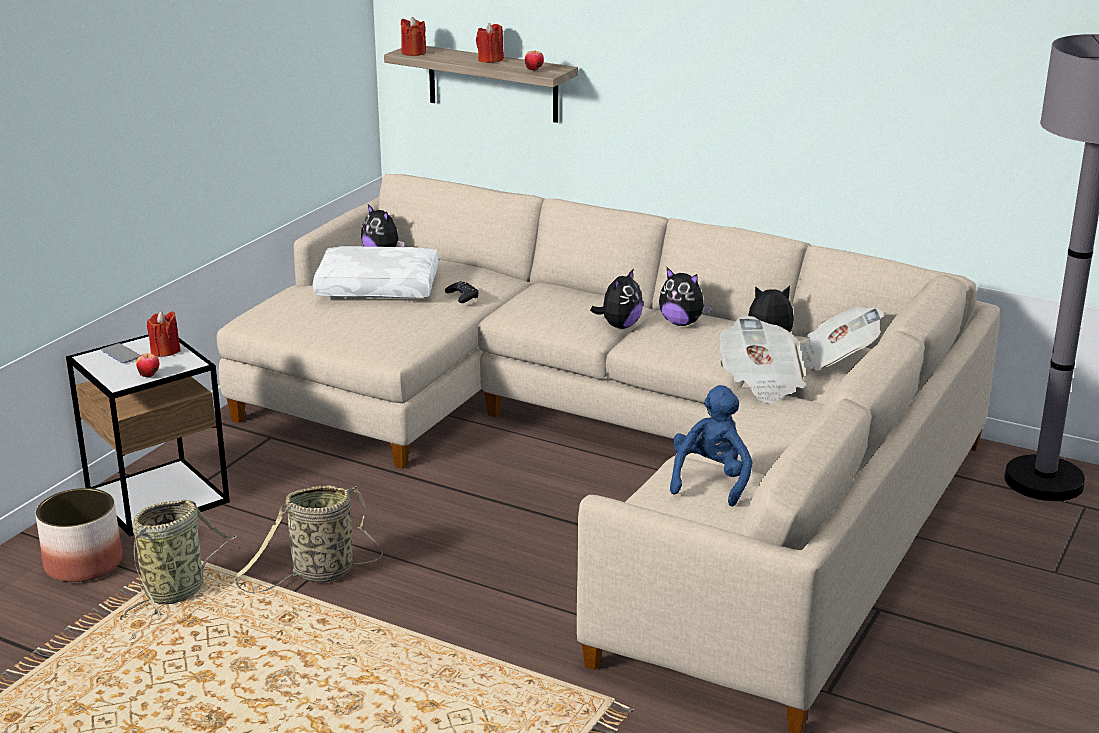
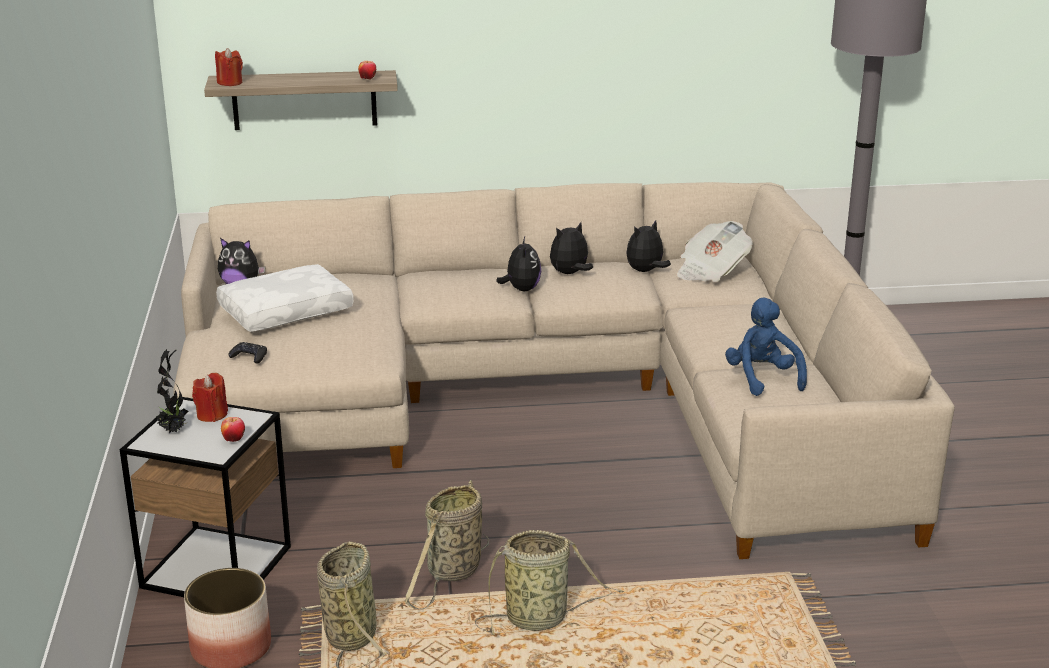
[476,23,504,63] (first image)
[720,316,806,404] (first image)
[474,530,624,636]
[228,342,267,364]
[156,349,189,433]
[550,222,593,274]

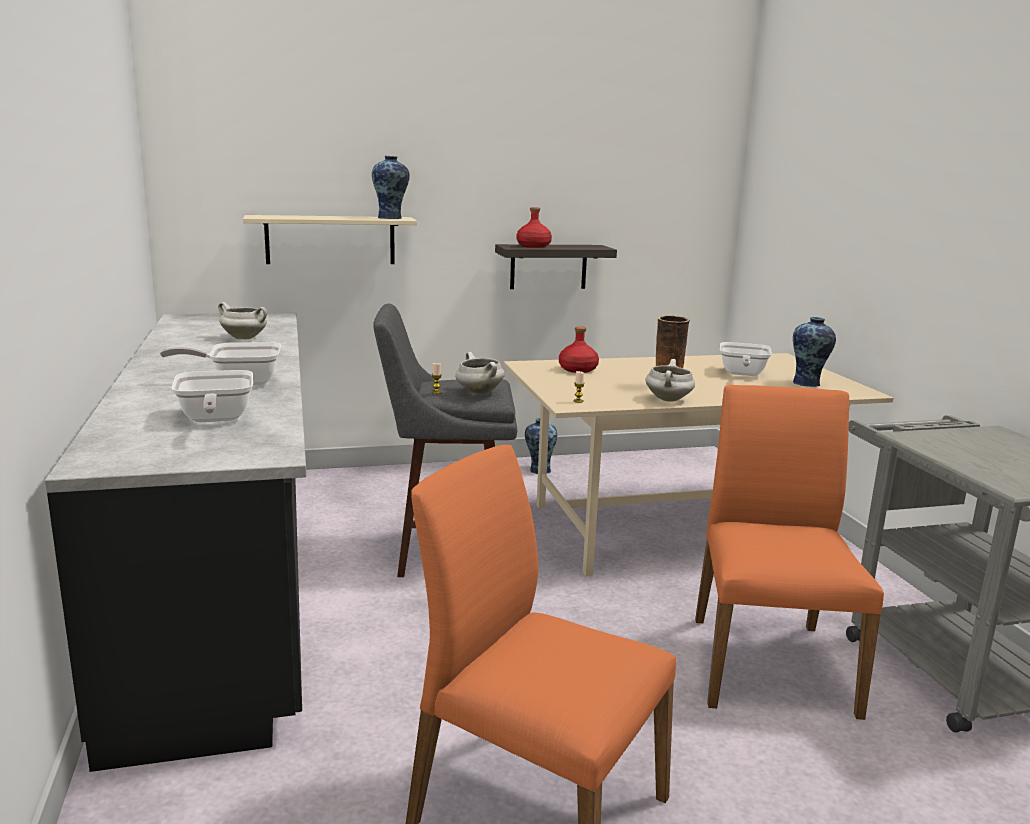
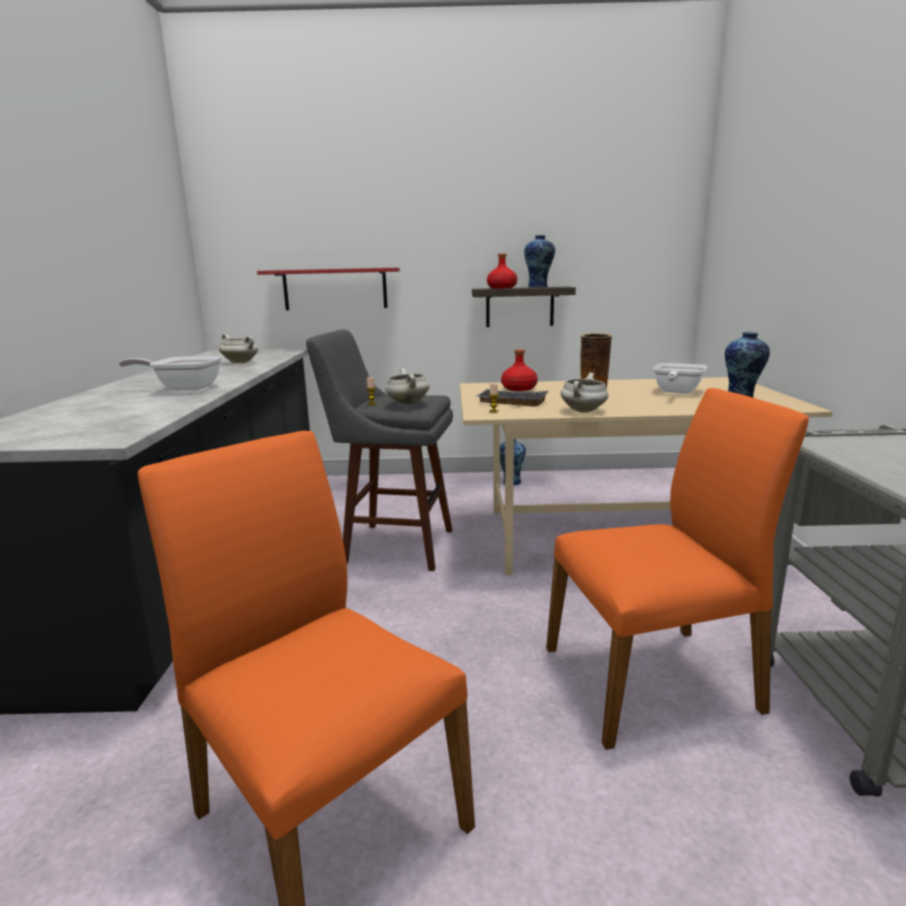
[171,370,253,422] (first image)
[475,389,548,406]
[524,235,555,287]
[257,268,400,310]
[546,388,809,750]

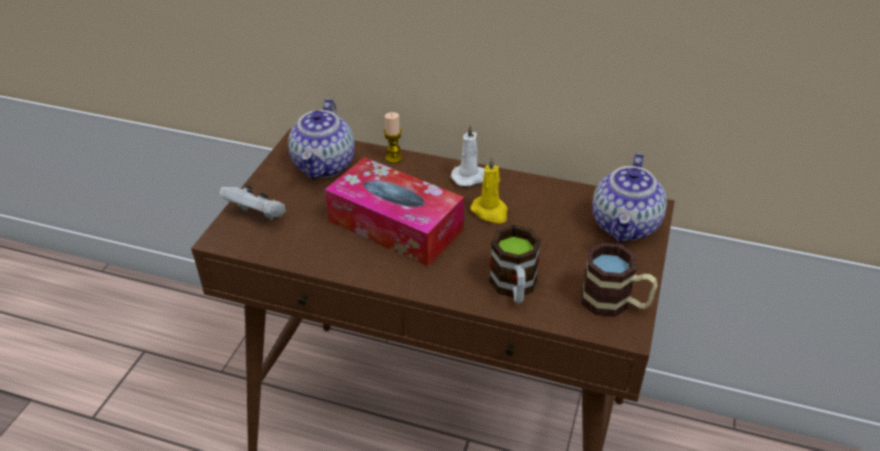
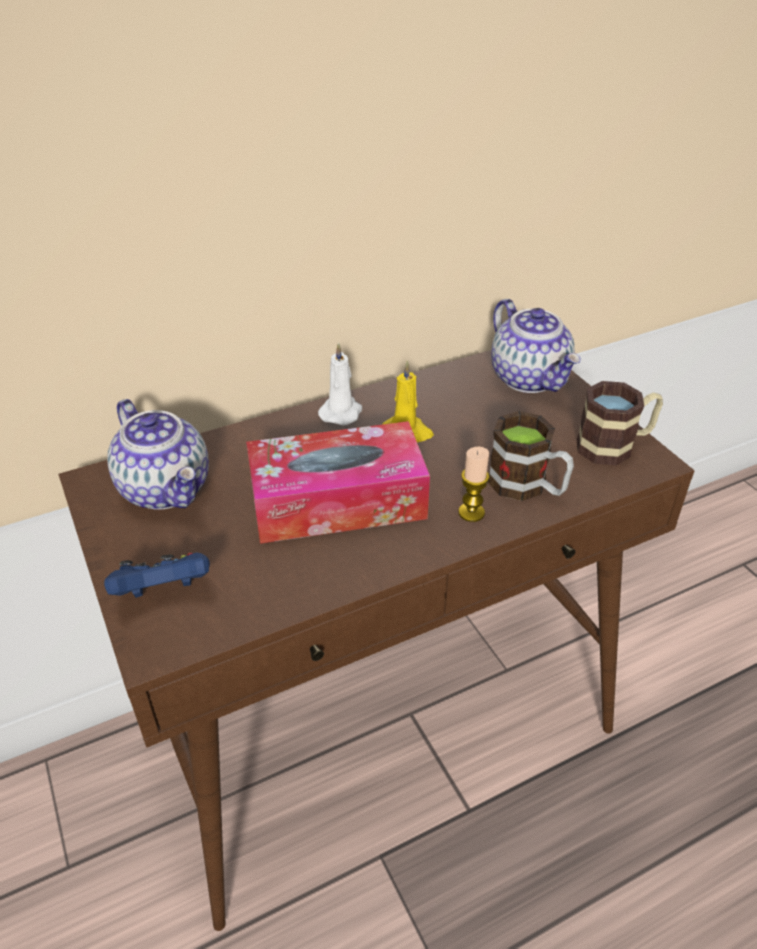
[458,447,489,522]
[104,553,210,598]

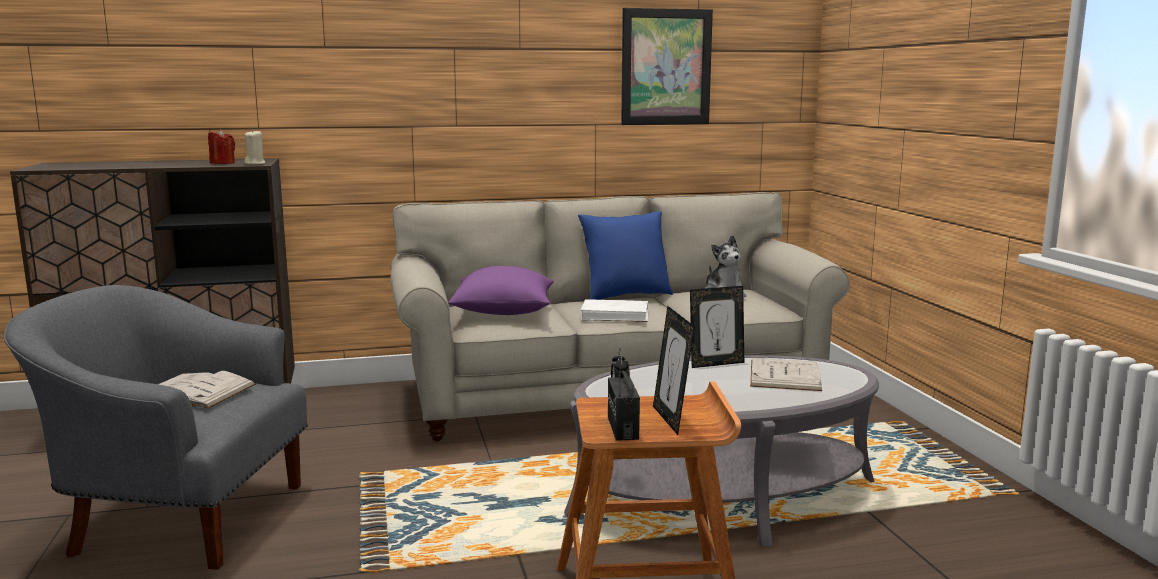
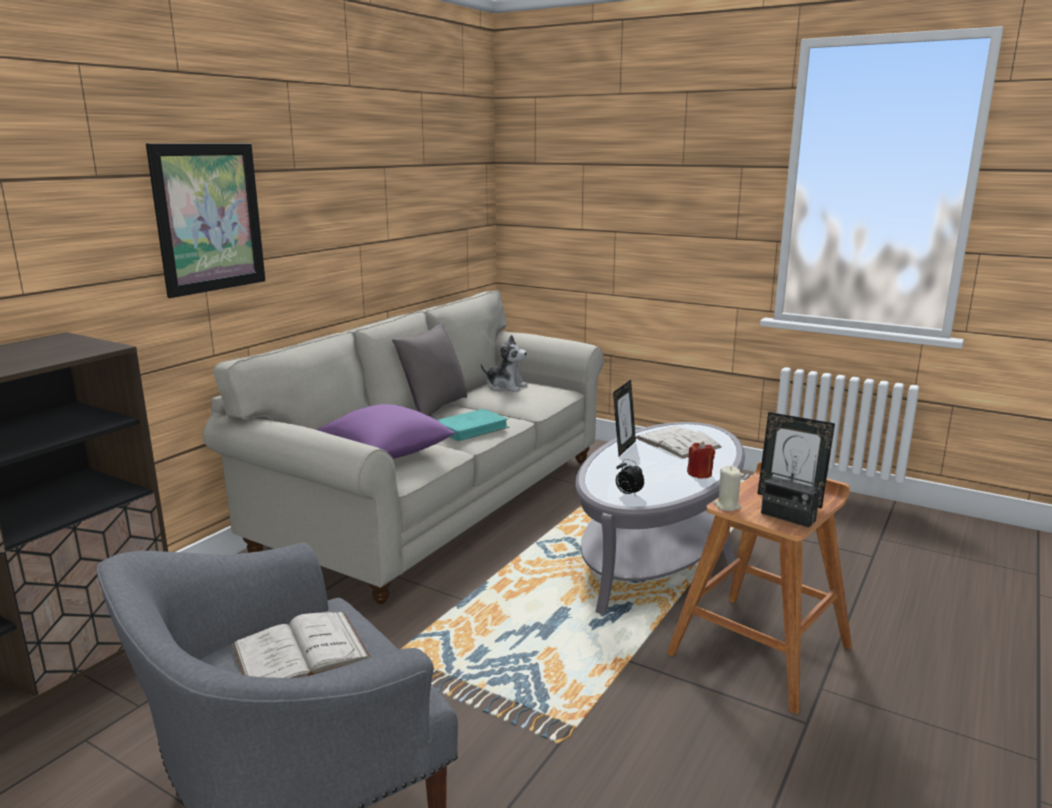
[687,442,715,479]
[714,465,742,511]
[146,143,266,298]
[392,323,467,416]
[437,409,510,441]

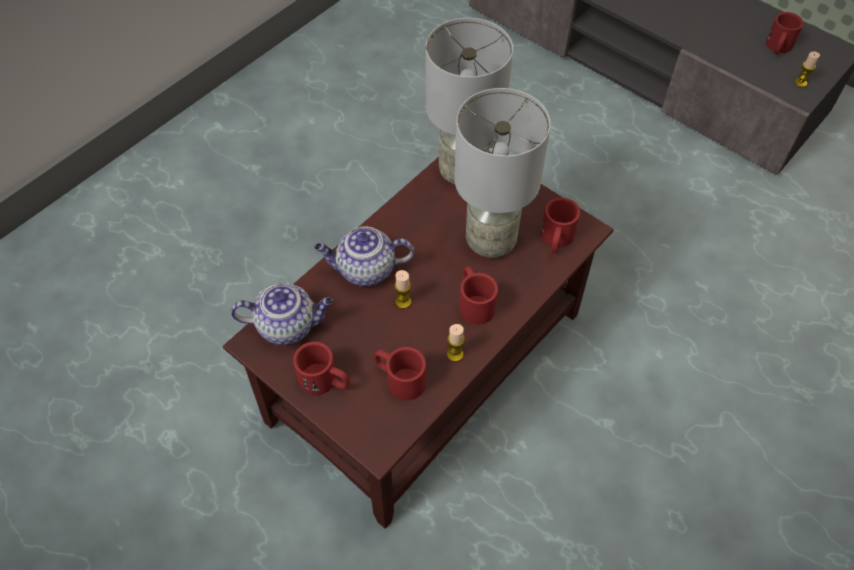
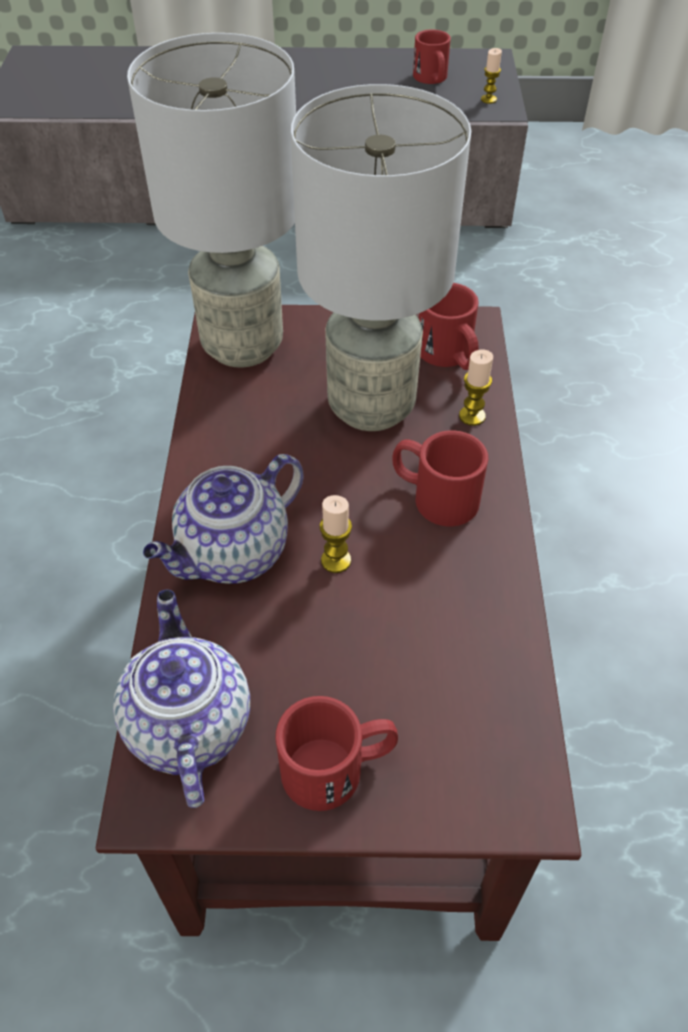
[374,347,426,401] (first image)
[459,350,493,426]
[113,590,250,808]

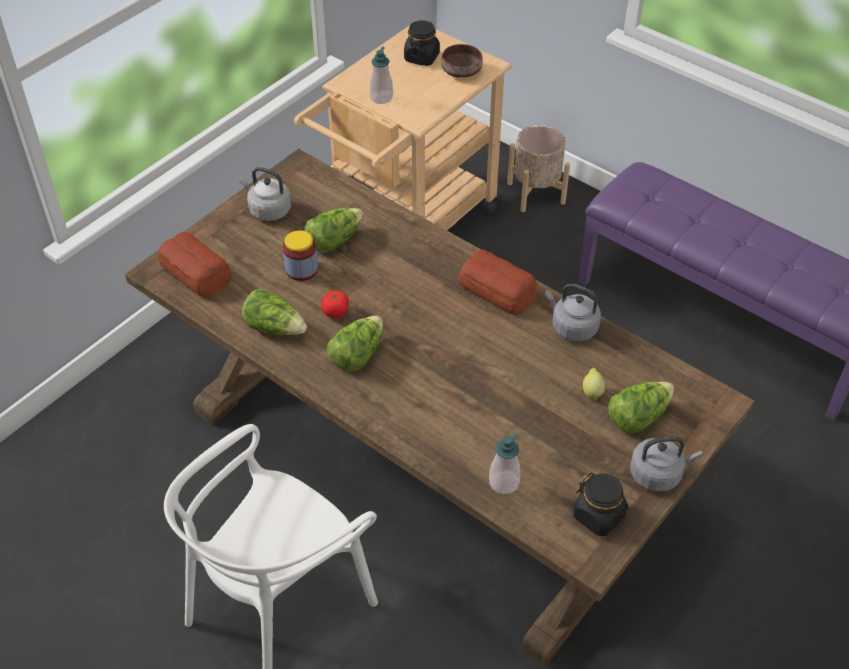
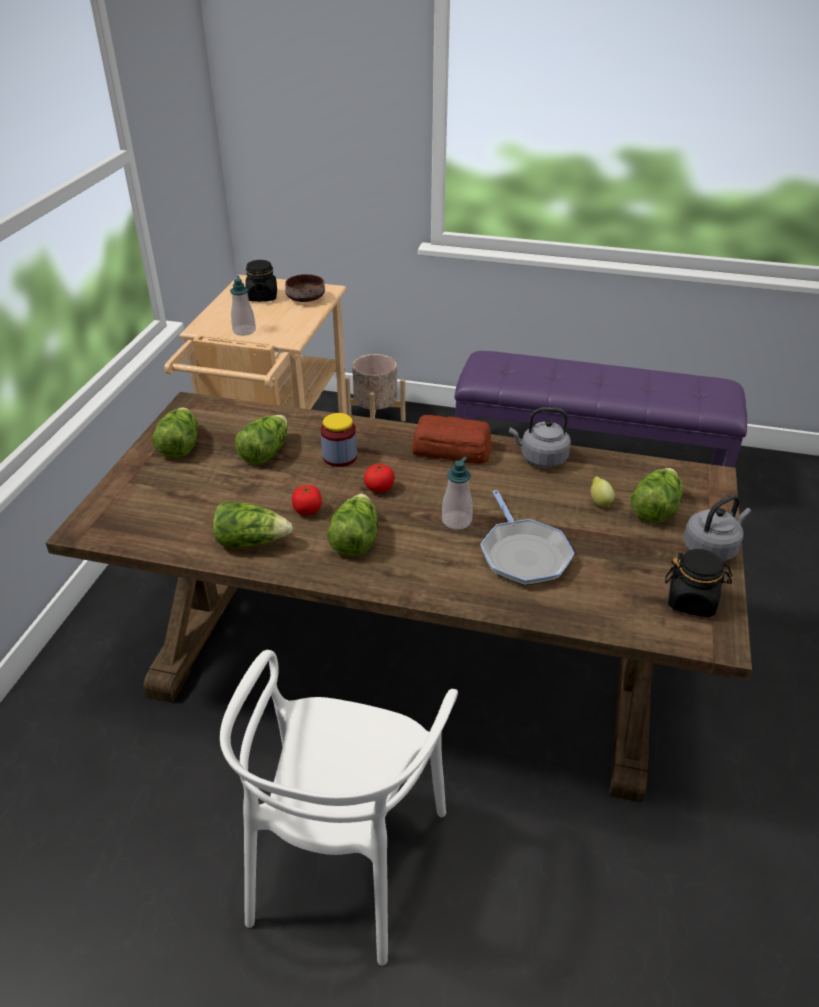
[157,232,232,298] (first image)
[364,464,395,493]
[480,490,575,585]
[321,413,357,467]
[442,457,473,530]
[152,407,198,458]

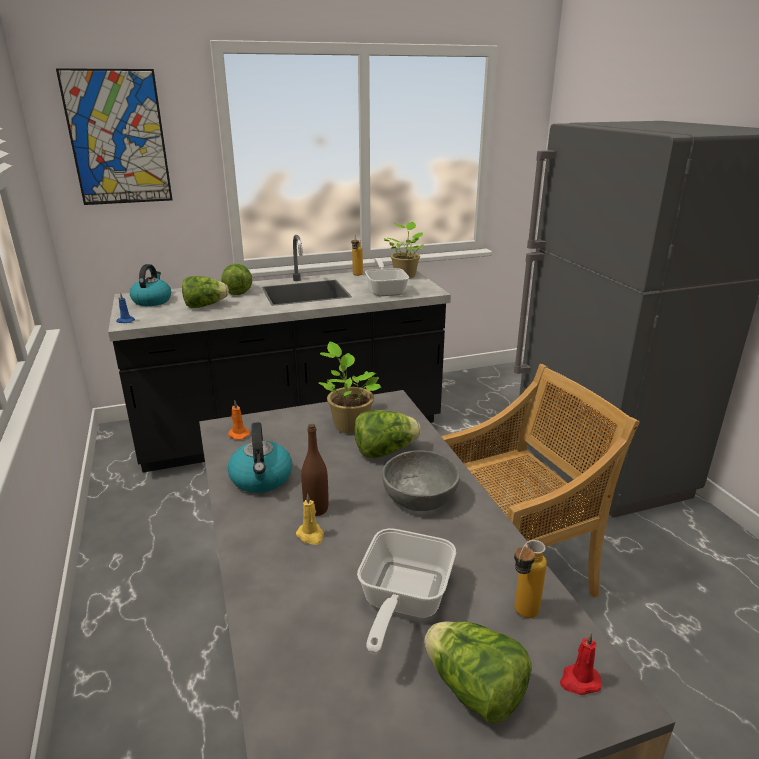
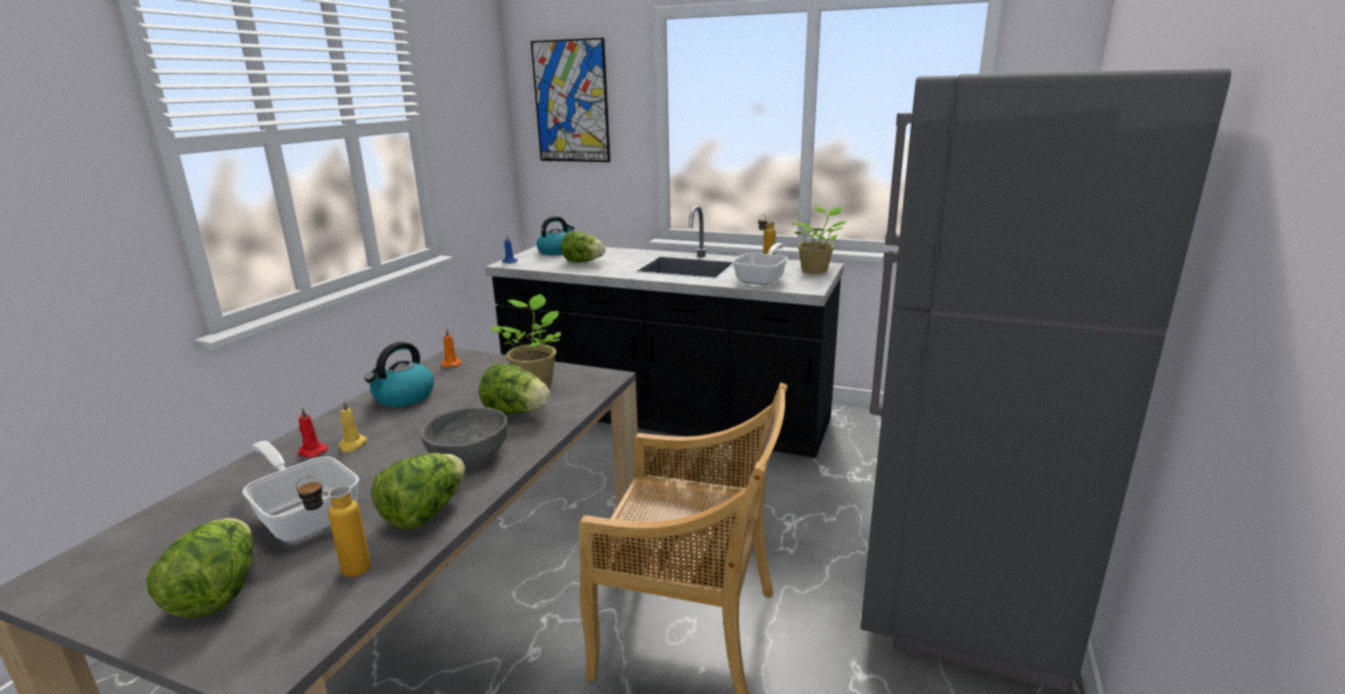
[301,424,329,516] (first image)
[371,453,465,530]
[297,407,328,458]
[242,441,359,542]

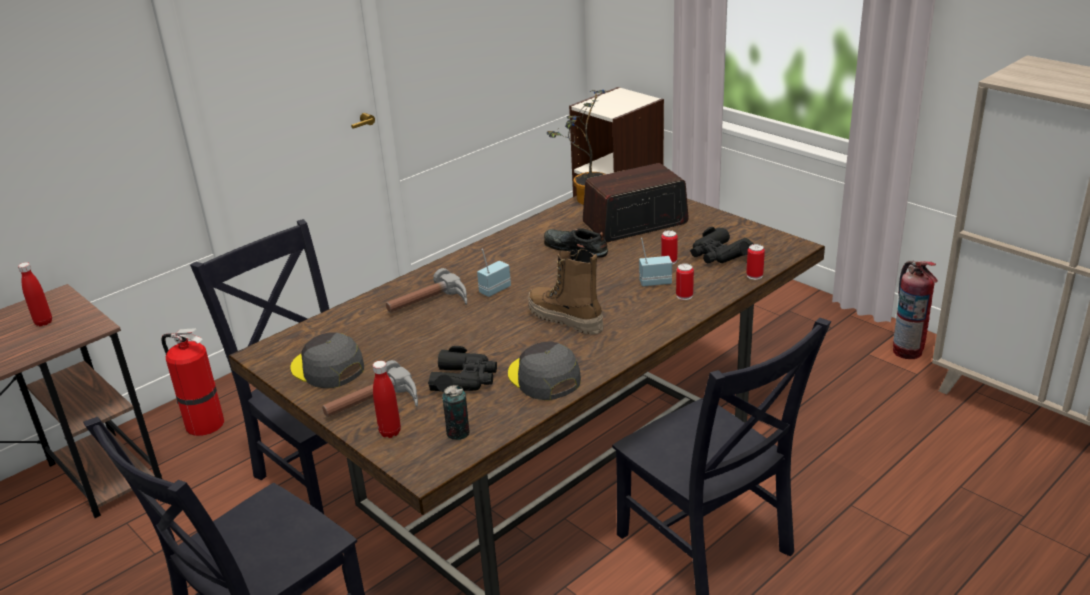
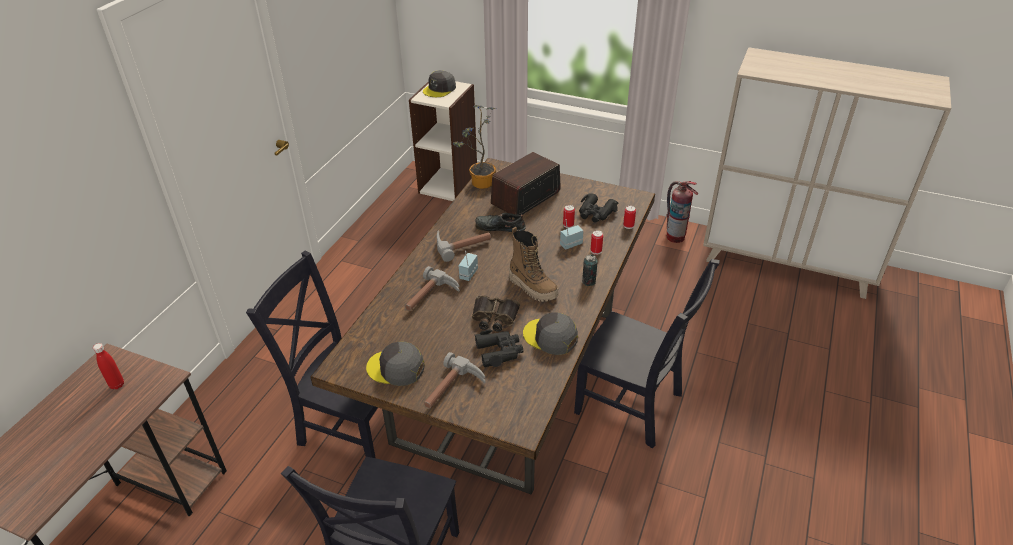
[161,328,224,436] (first image)
[373,361,401,438] (first image)
[423,70,456,97]
[437,231,491,262]
[472,296,520,332]
[582,254,598,286]
[509,227,558,302]

